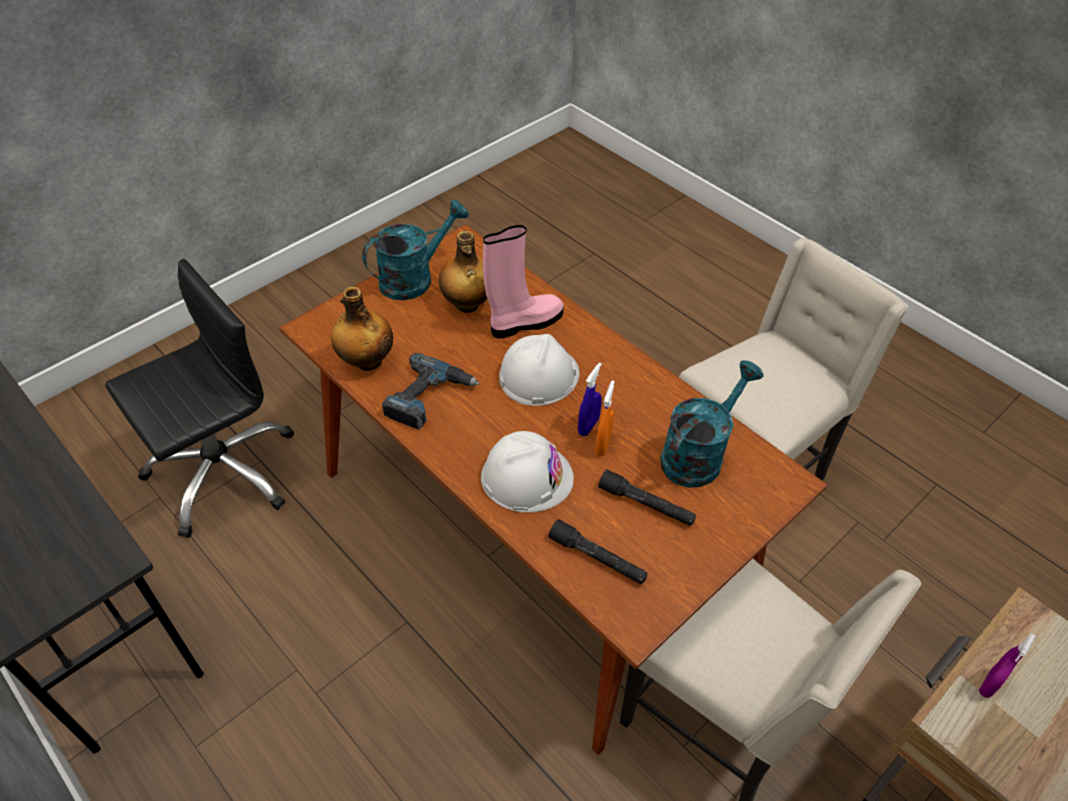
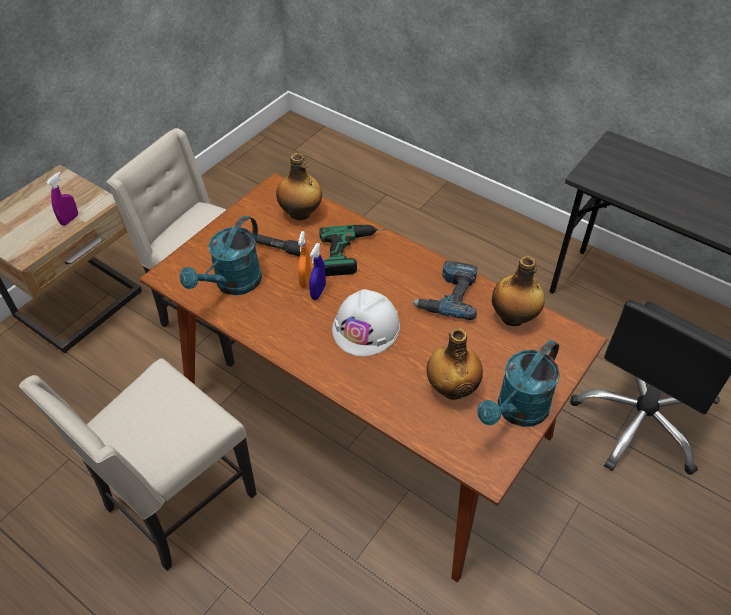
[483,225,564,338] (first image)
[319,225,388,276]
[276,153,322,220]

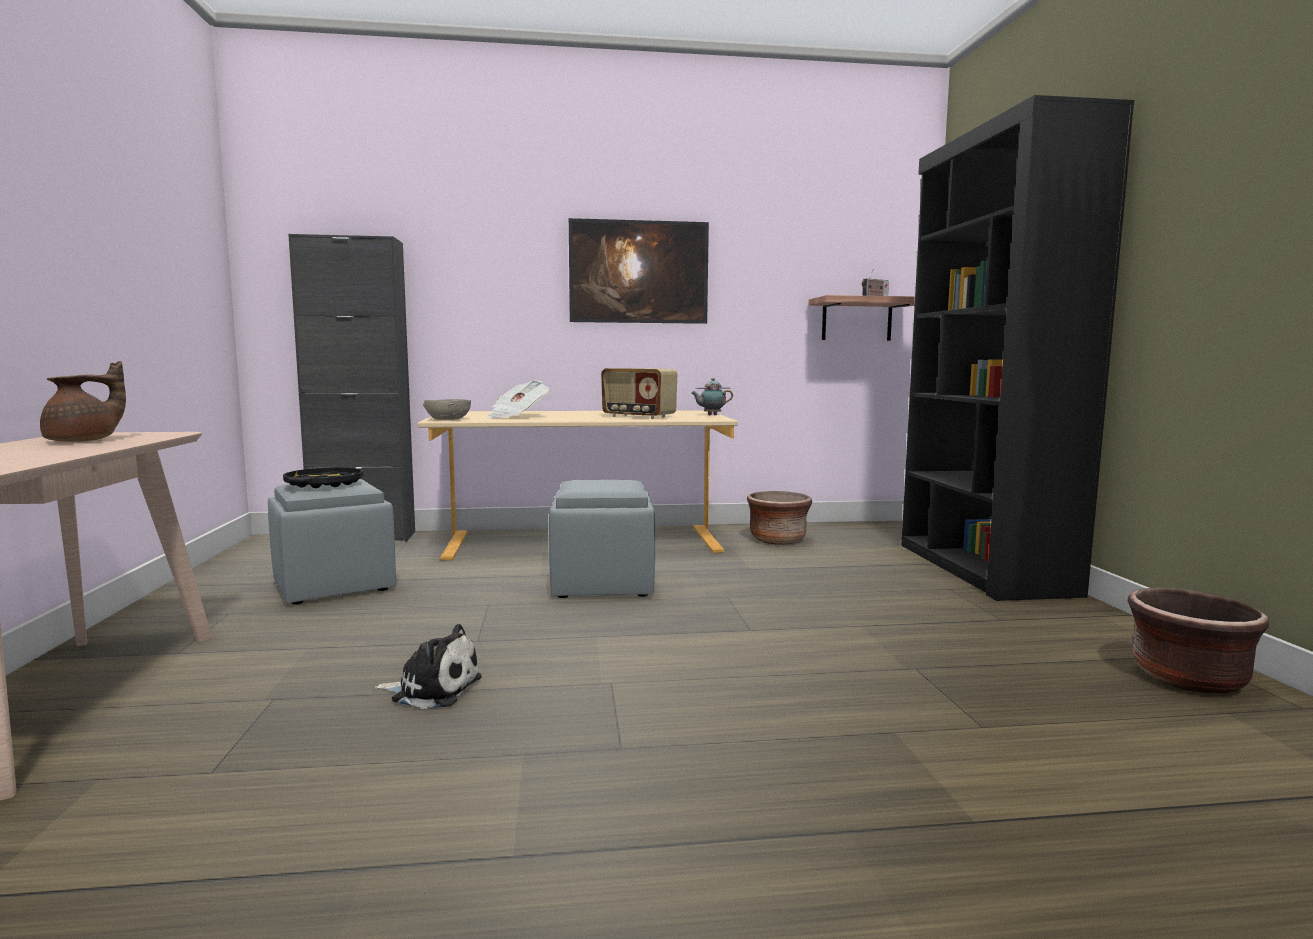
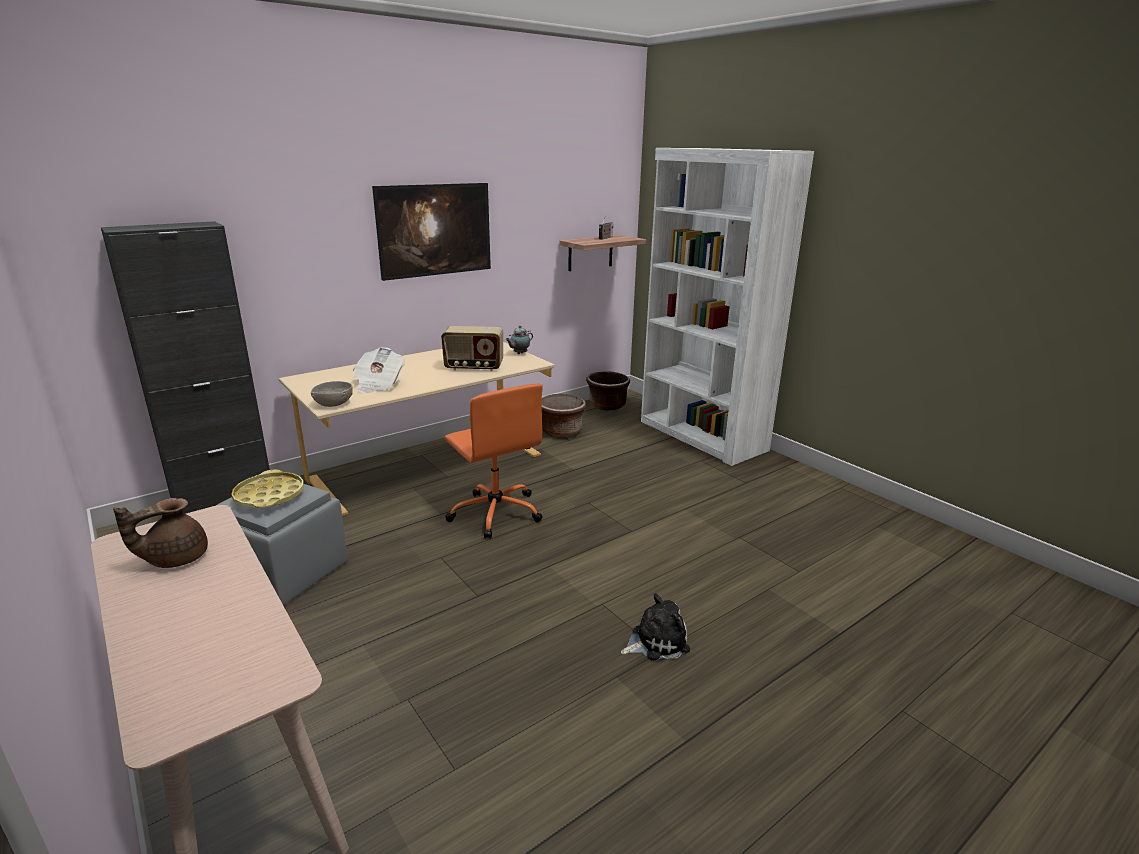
[621,593,690,661]
[586,371,630,410]
[445,383,543,539]
[231,469,304,508]
[641,148,814,466]
[113,498,208,568]

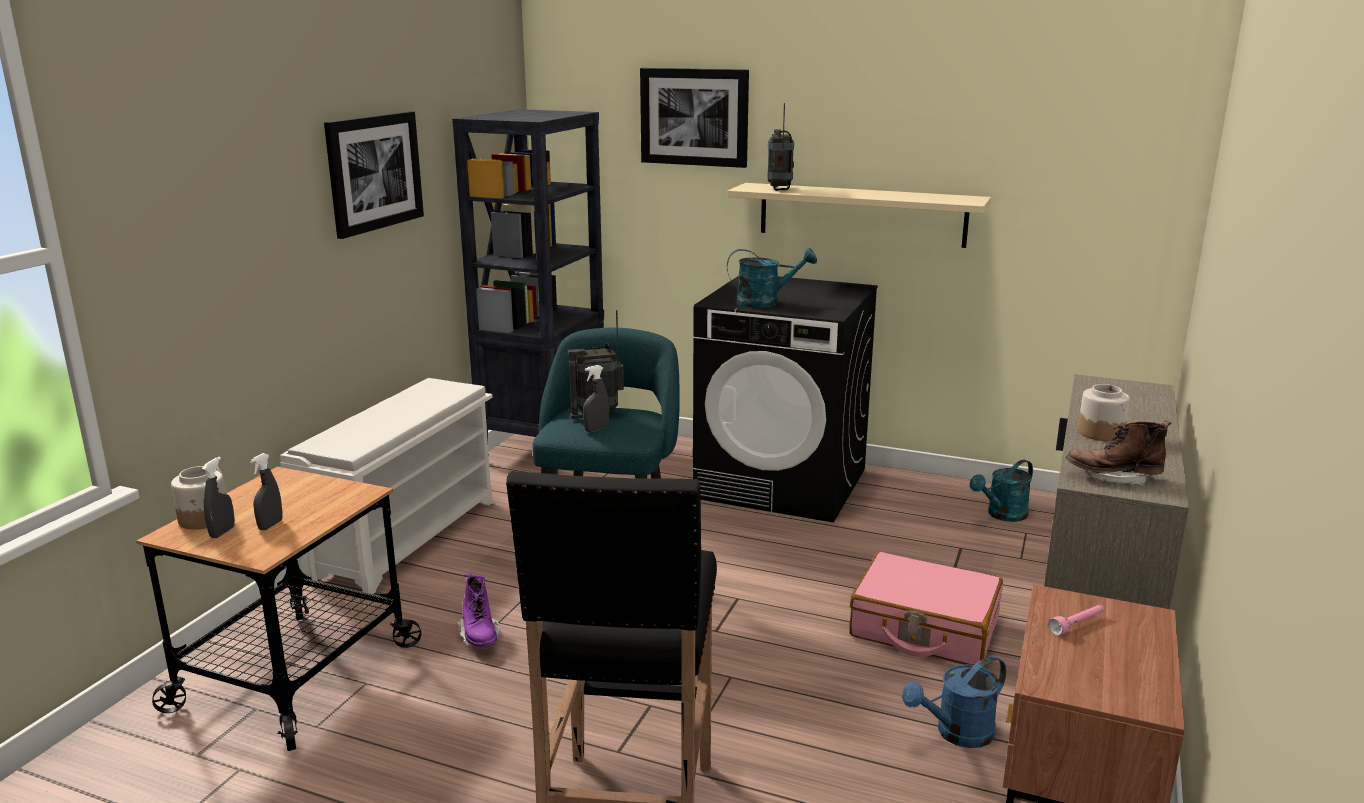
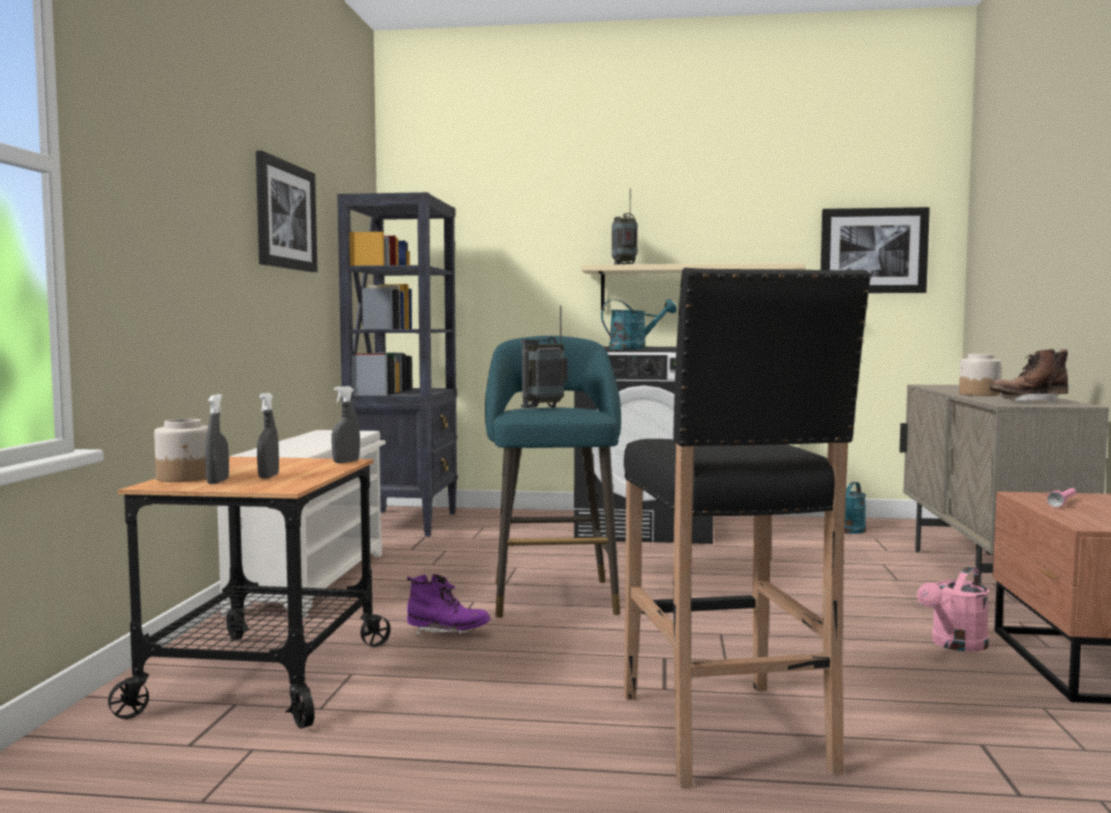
[849,552,1003,665] (first image)
[332,386,360,463]
[821,207,930,293]
[917,566,989,652]
[407,574,491,636]

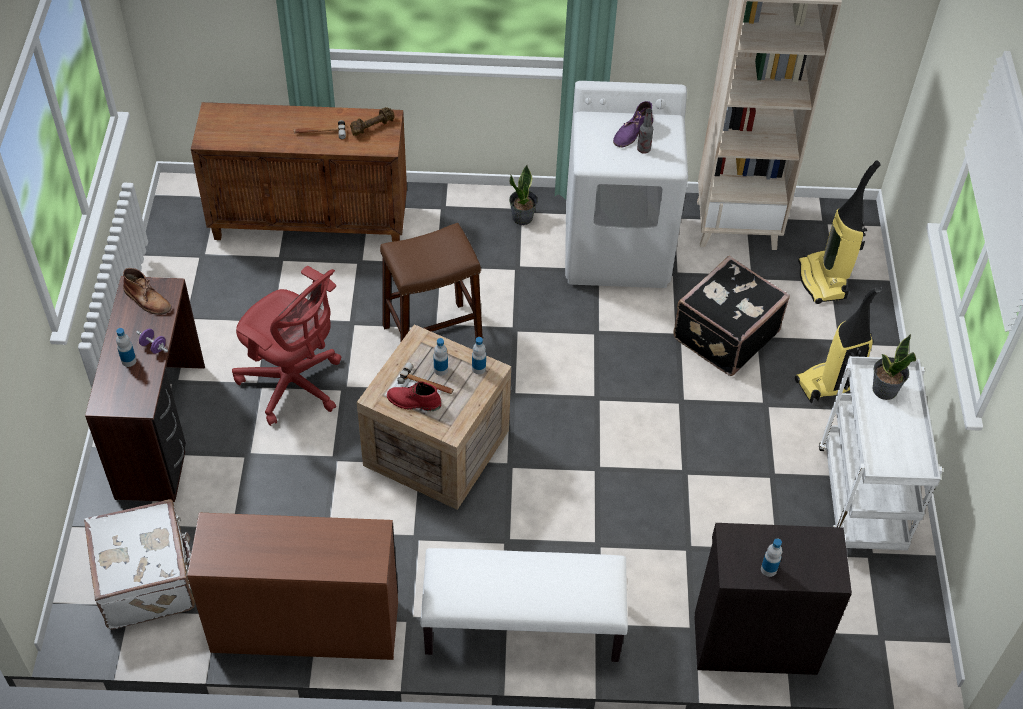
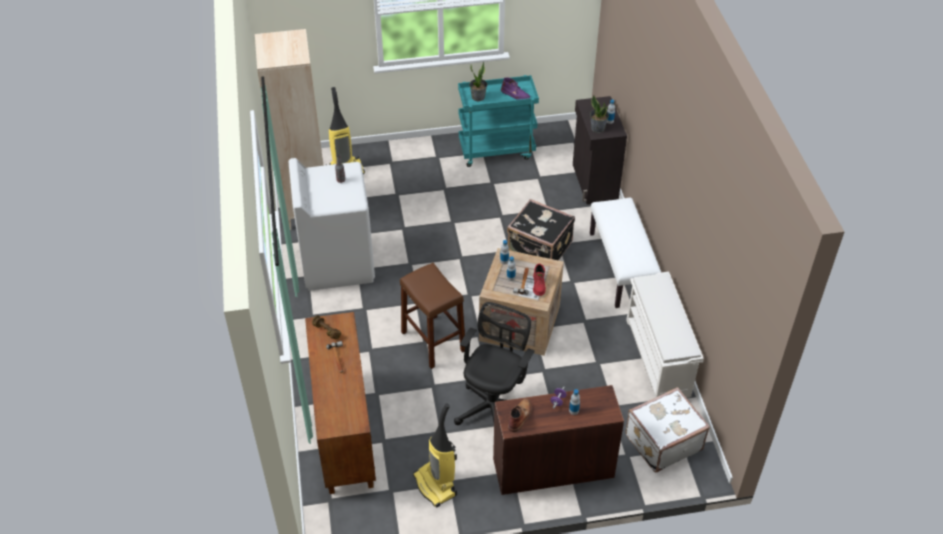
[590,95,609,133]
[501,78,530,100]
[507,199,575,261]
[413,403,457,507]
[626,272,704,398]
[454,302,535,425]
[458,75,539,167]

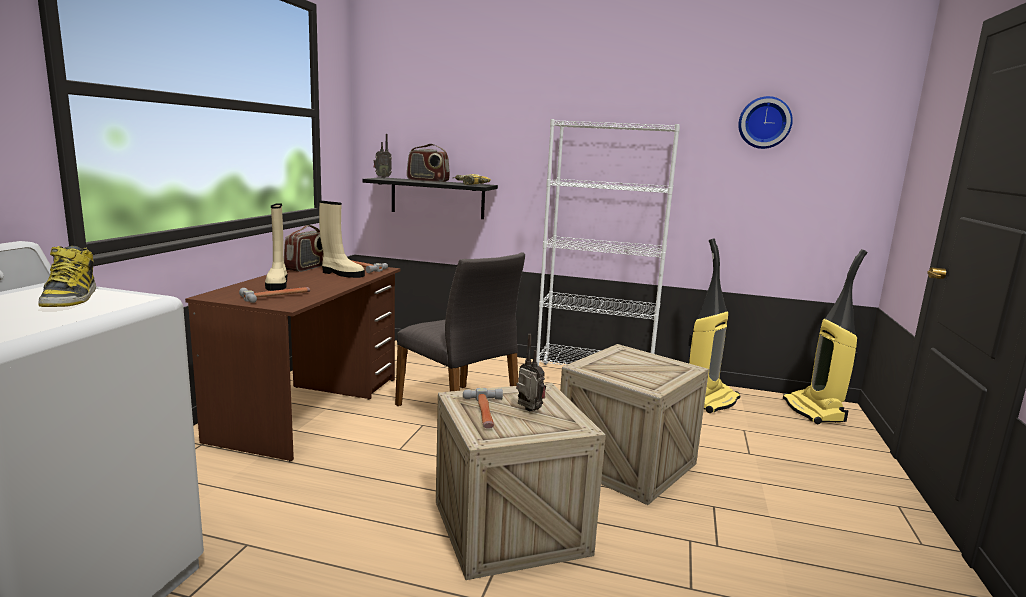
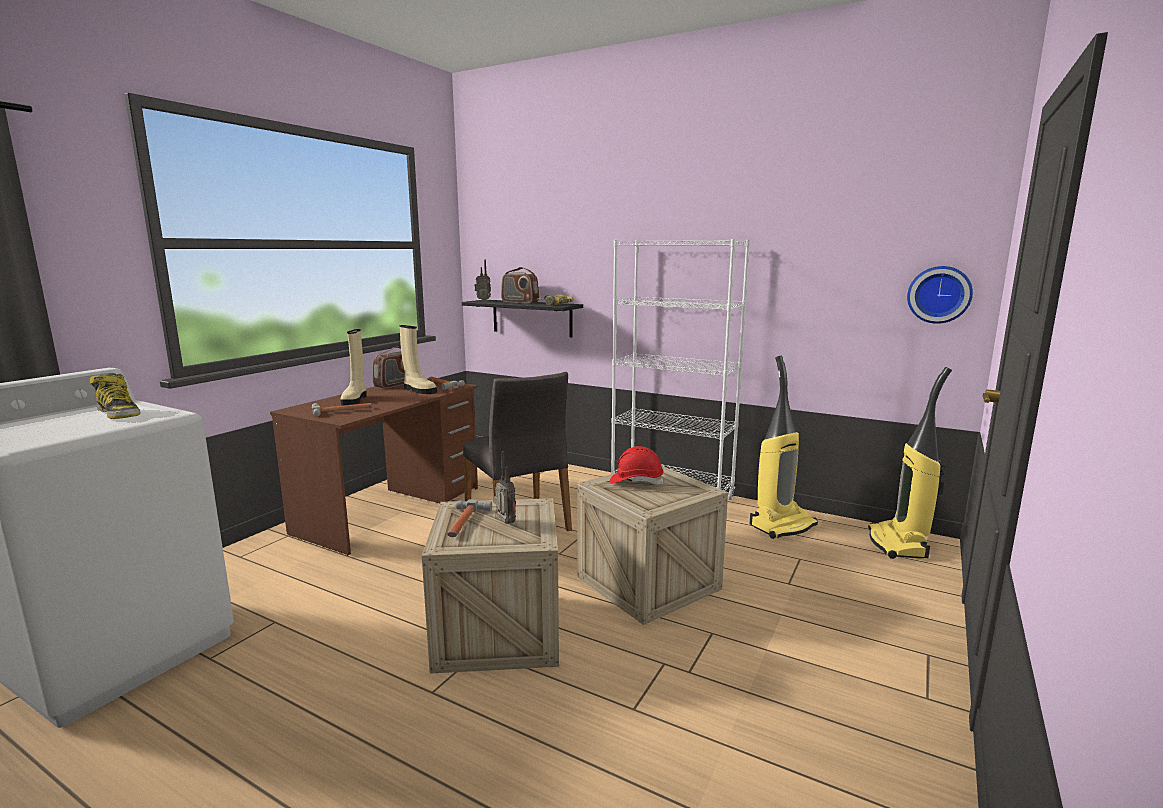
[610,446,664,485]
[907,266,973,324]
[90,373,141,419]

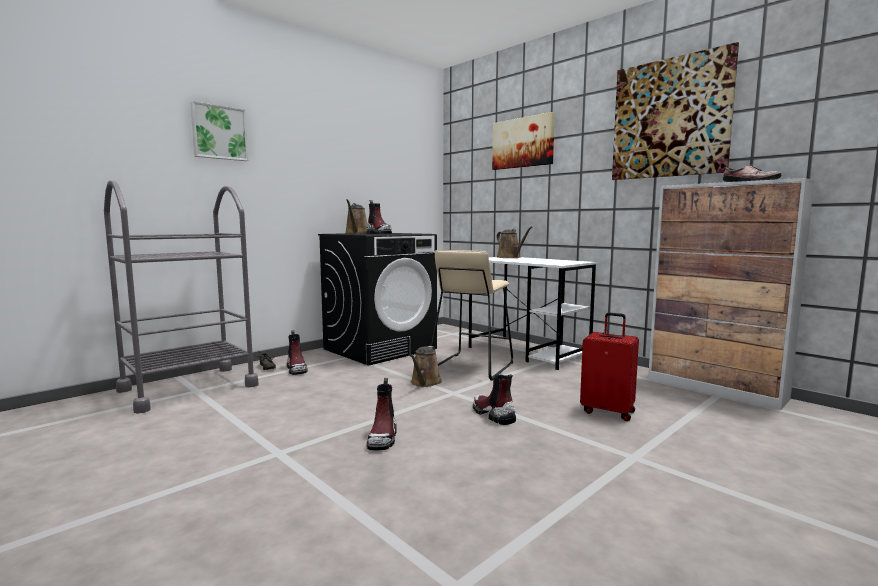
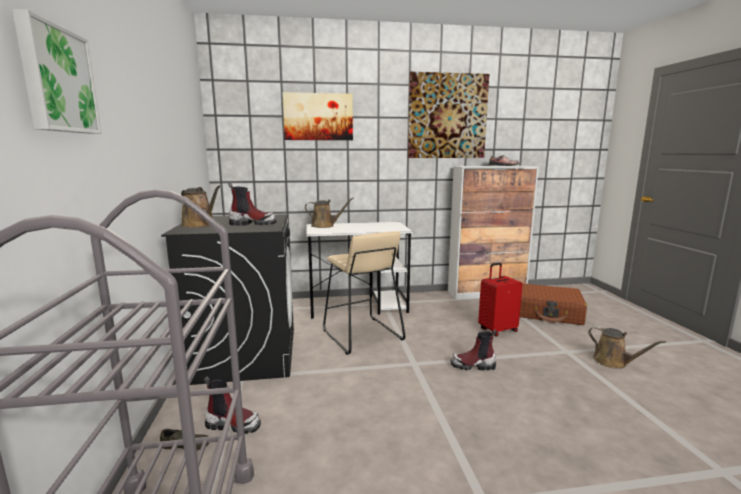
[367,378,396,451] (first image)
[520,283,587,325]
[588,326,666,369]

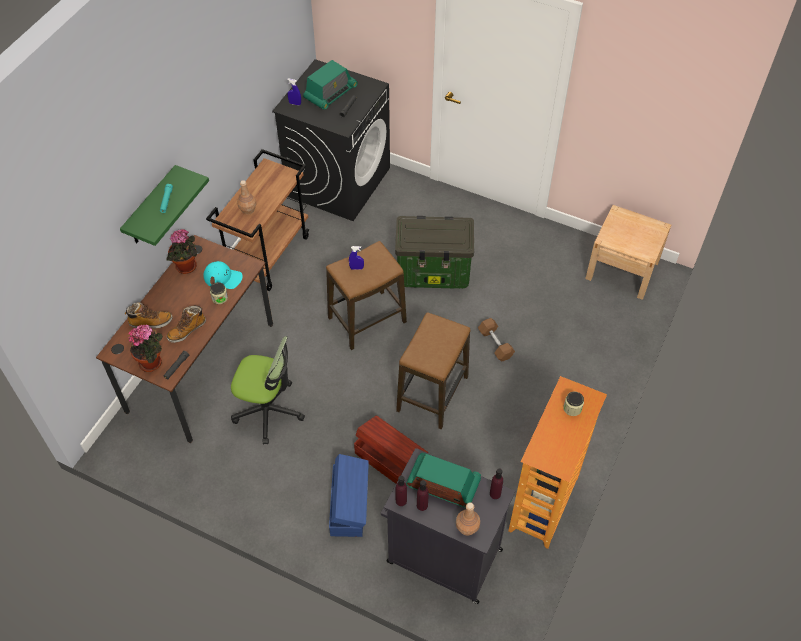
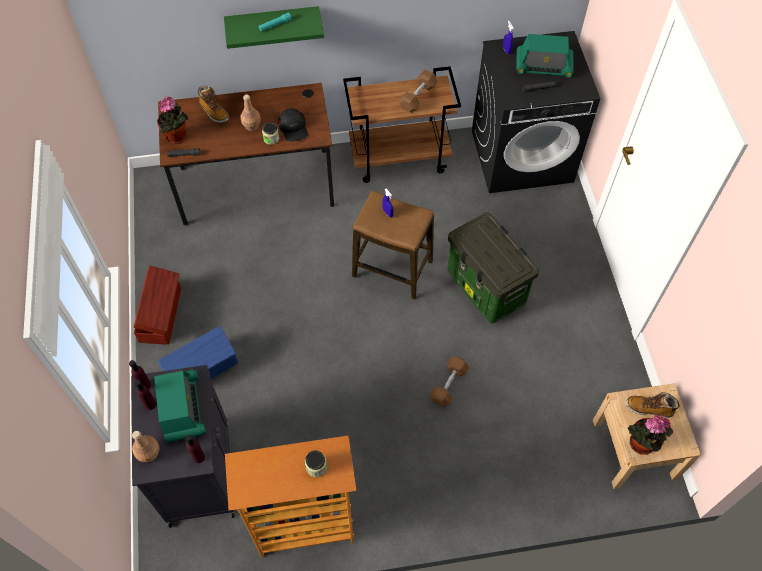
[231,336,305,444] (first image)
[396,312,470,429] (first image)
[399,70,438,113]
[628,415,673,455]
[626,392,680,418]
[240,94,261,131]
[134,266,181,345]
[278,108,308,142]

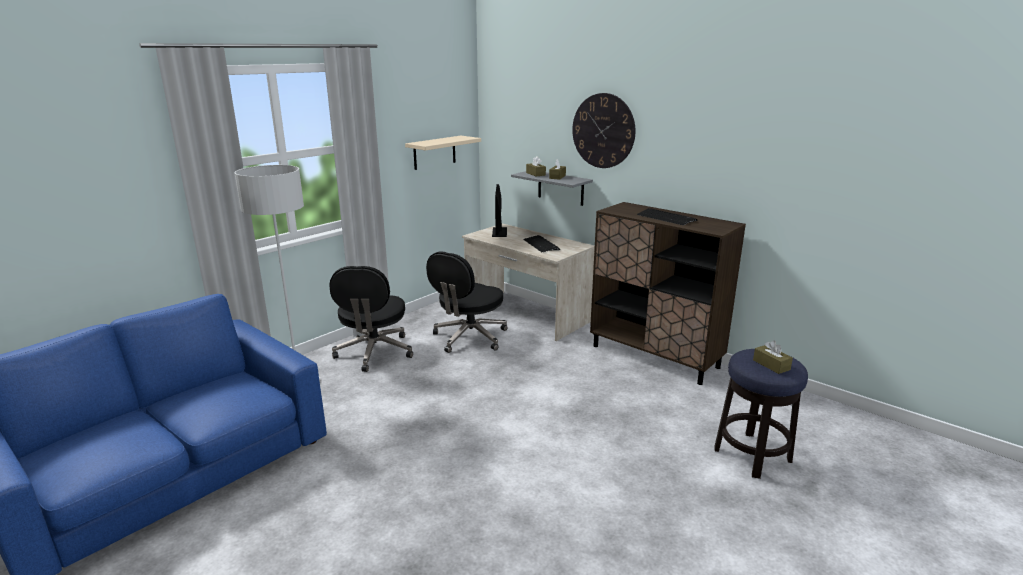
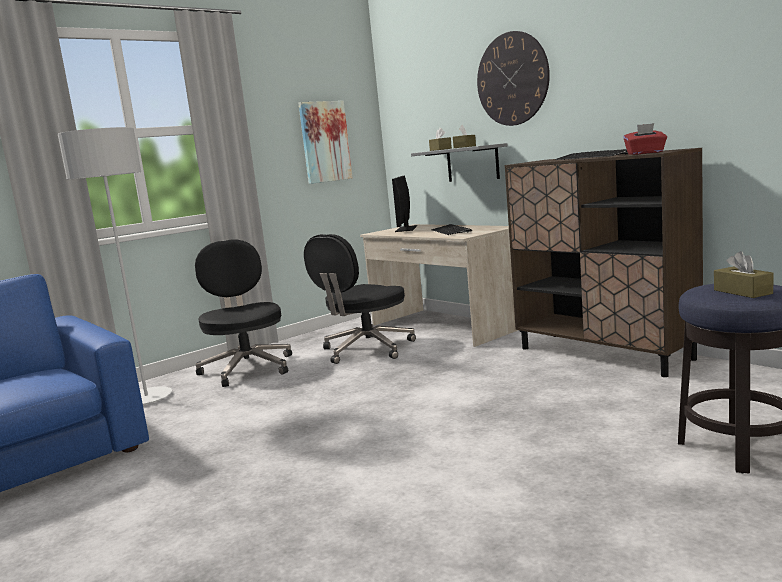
[623,123,667,155]
[298,101,352,184]
[195,240,292,387]

